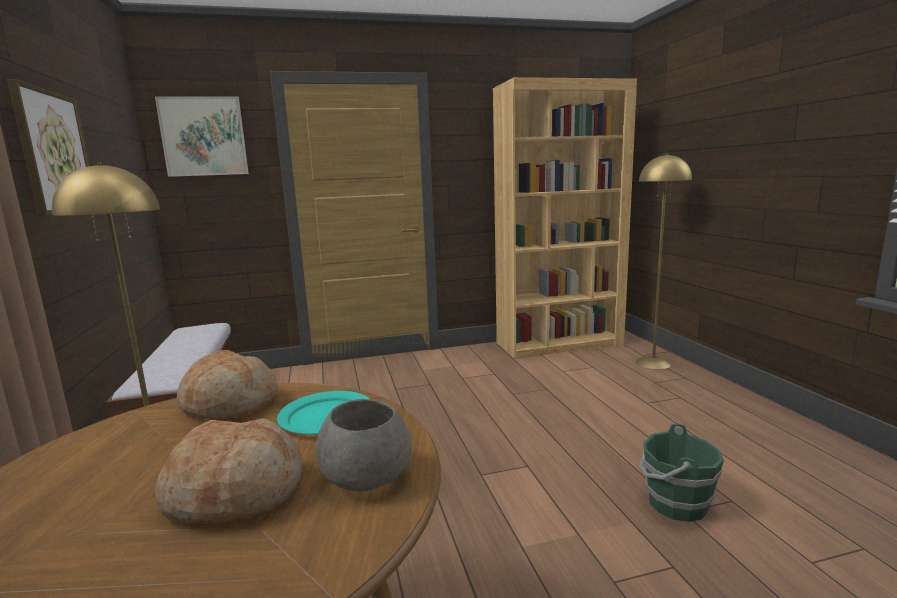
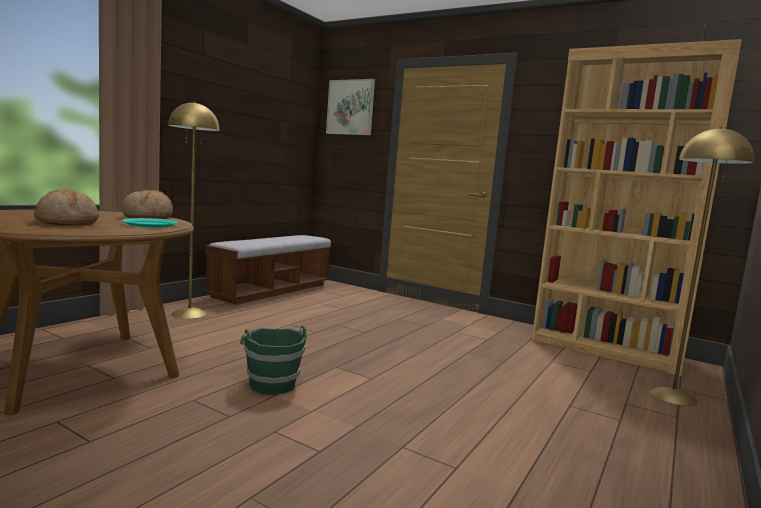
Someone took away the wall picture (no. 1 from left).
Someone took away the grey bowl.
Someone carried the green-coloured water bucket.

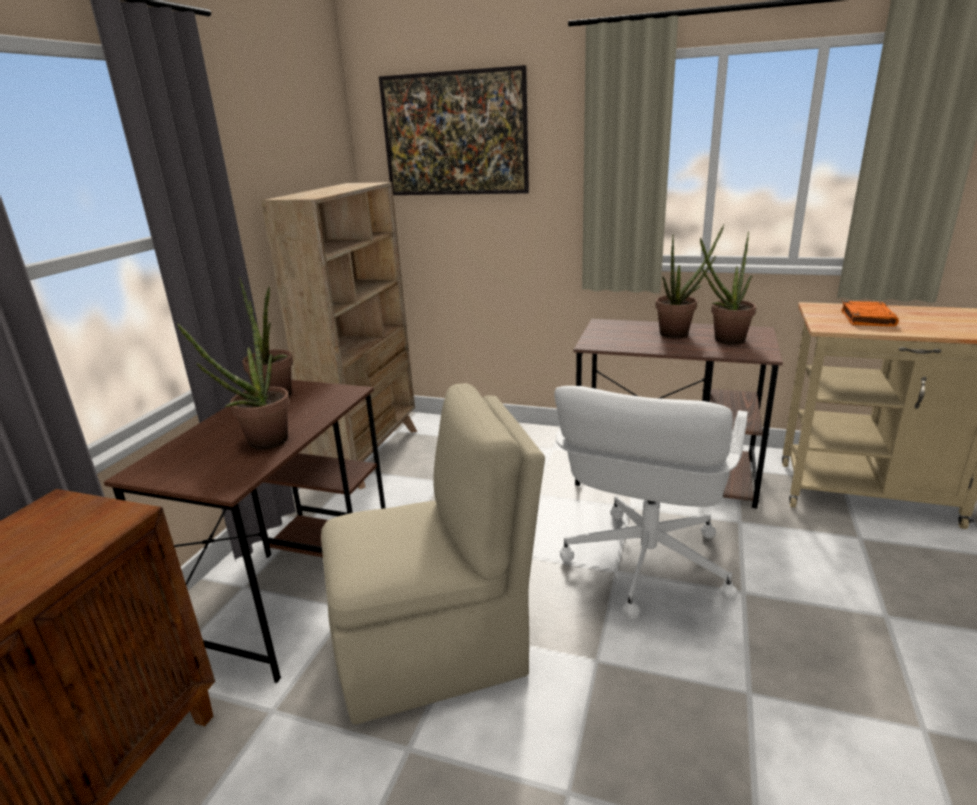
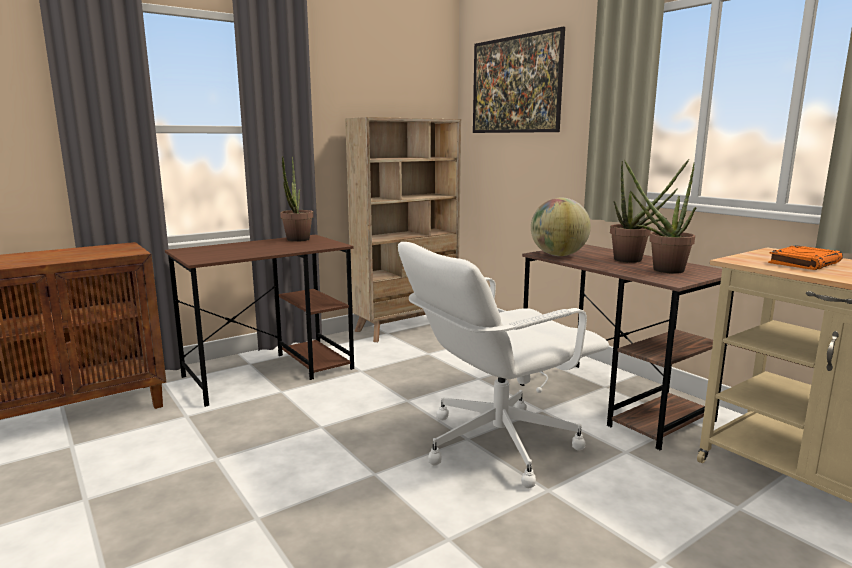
Someone took away the potted plant (no. 1 from left).
Someone took away the beige-coloured chair.
Someone put down the desk globe.

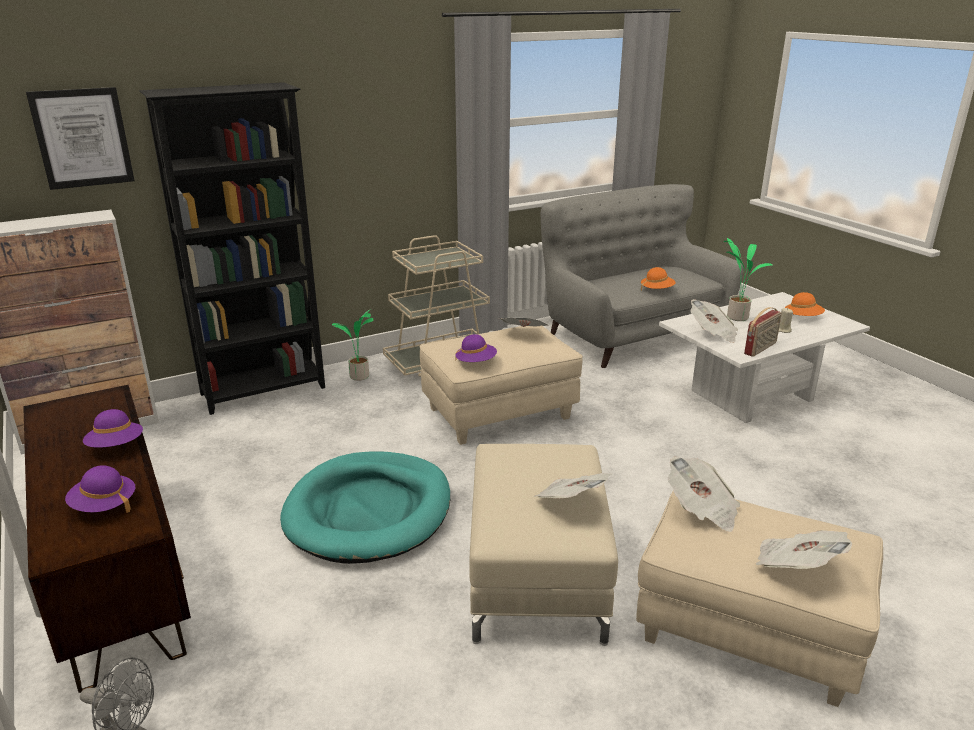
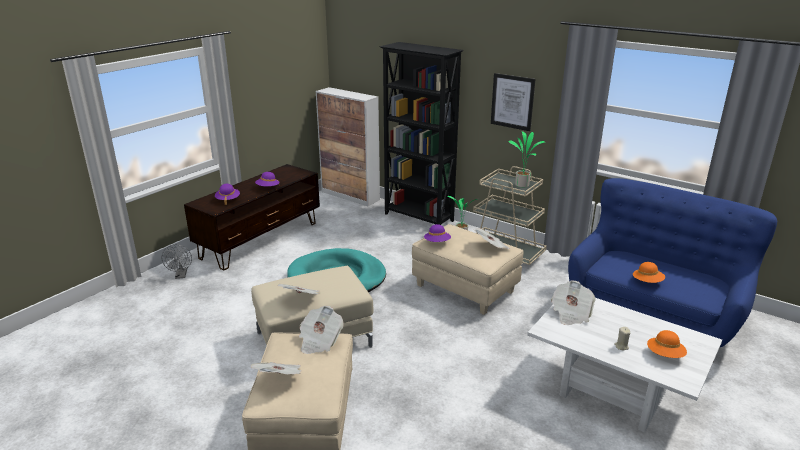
Someone took away the radio receiver.
Someone carried the wall picture.
Someone carried the potted plant (no. 2 from left).
Someone repainted the grey couch, which became the bluish couch.

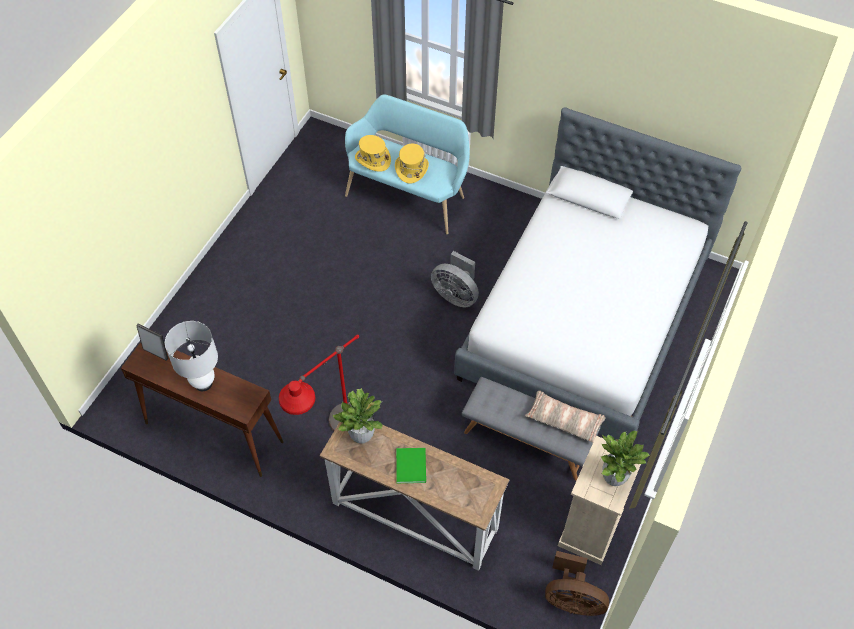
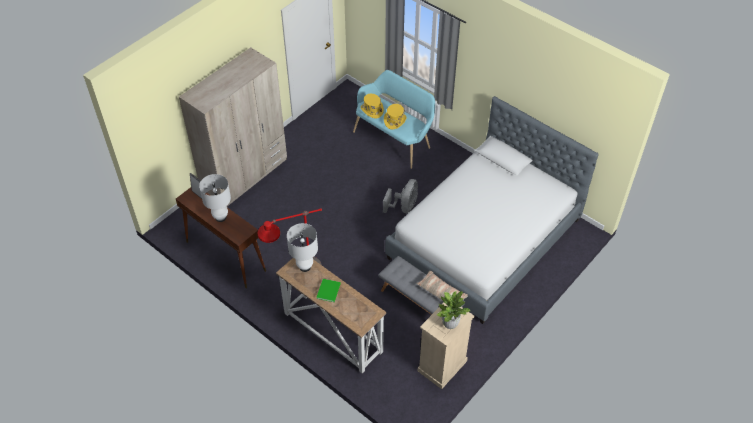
Someone took away the brownish electric fan.
Someone put down the beige-coloured clothes cupboard.
Someone swapped the potted plant (no. 1 from left) for the white-coloured table lamp (no. 2 from left).
Someone rotated the grey electric fan by 120 degrees counterclockwise.

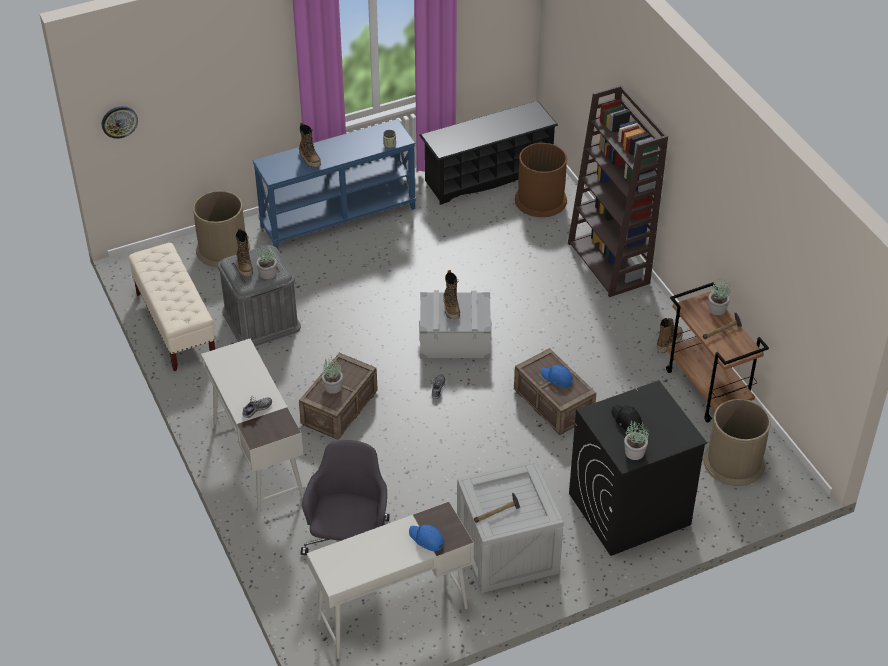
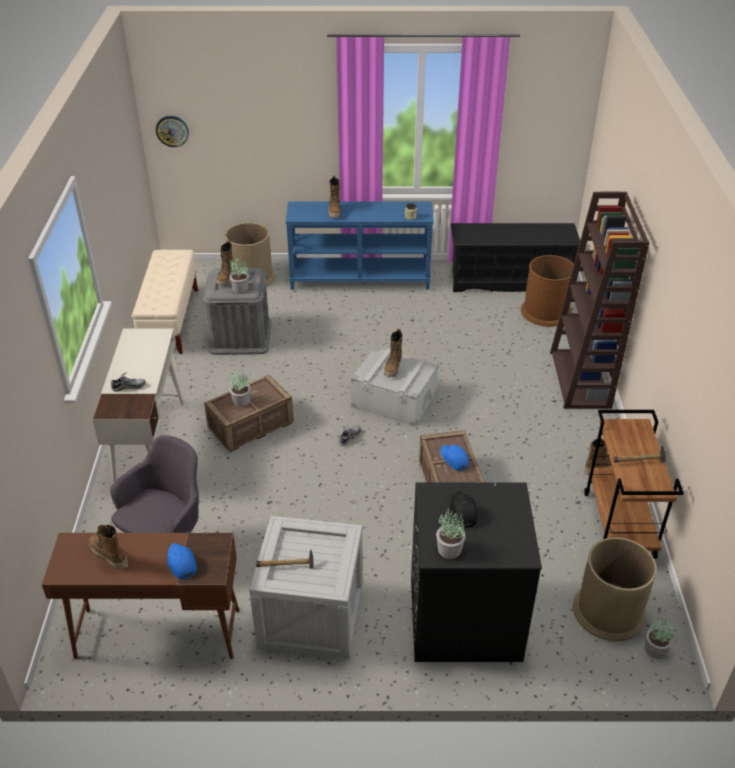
Someone put down the high-top boot (no. 1 from left).
Someone carried the potted plant (no. 4 from left).
Someone repainted the white-coloured desk unit (no. 2 from left), which became the brownish desk unit.

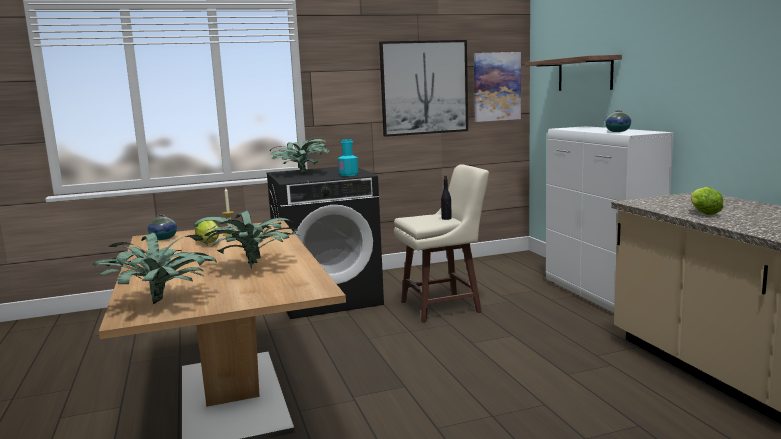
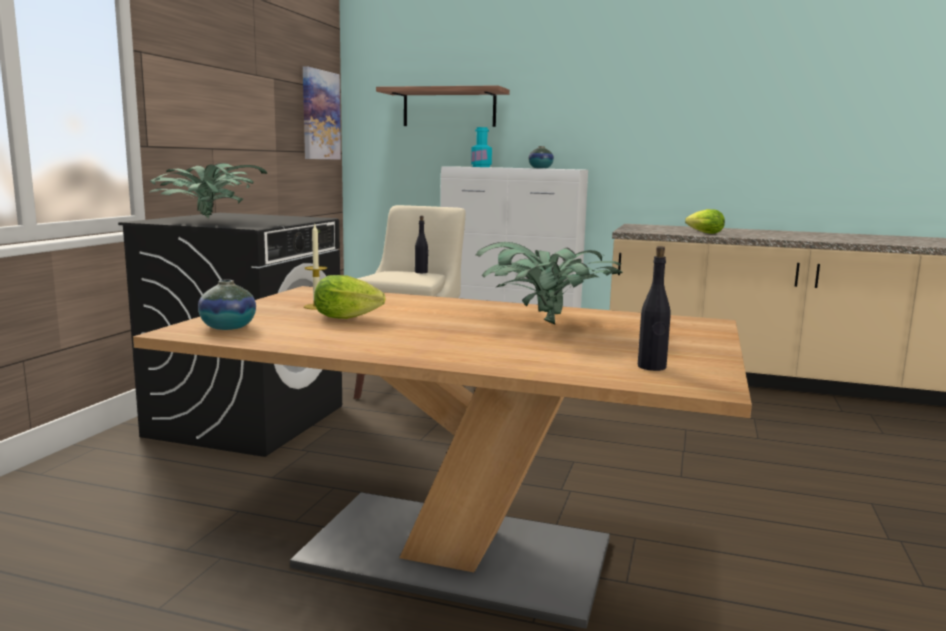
Someone took away the wall picture (no. 1 from left).
Someone carried the turquoise-coloured beverage bottle.
Someone swapped the potted plant (no. 1 from left) for the black beverage bottle (no. 2 from left).

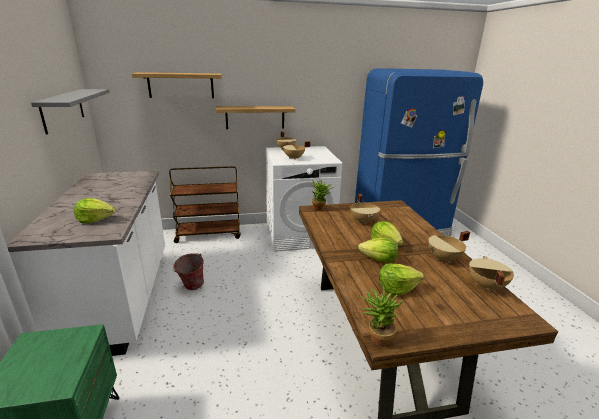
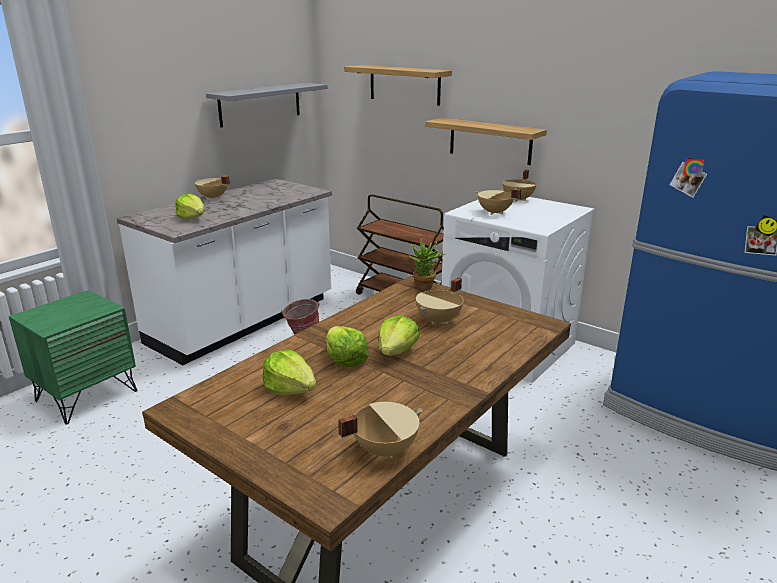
Someone took away the potted plant (no. 2 from left).
Someone carried the beige-coloured stockpot (no. 4 from left in the first image).

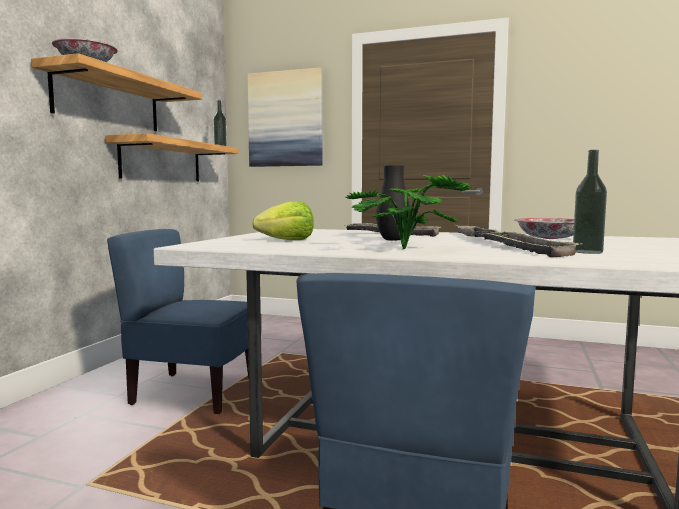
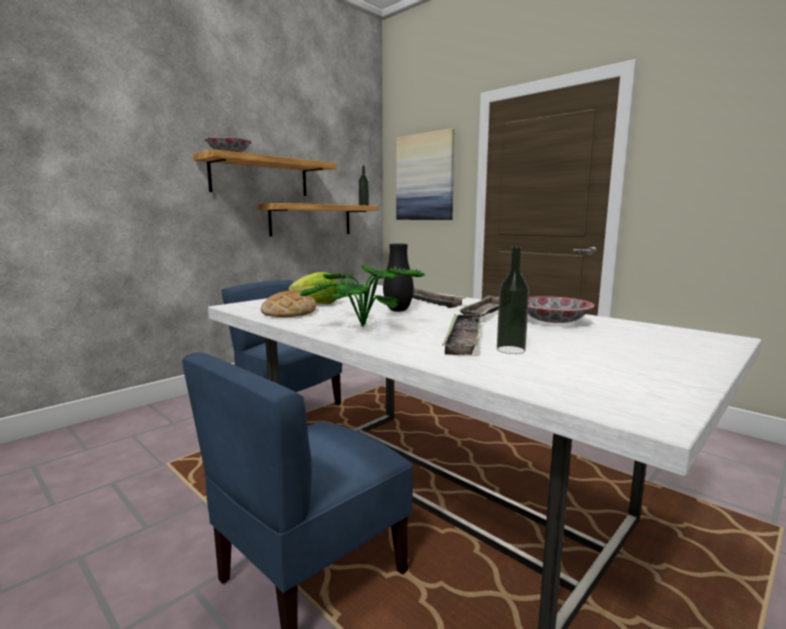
Someone put down the bread.

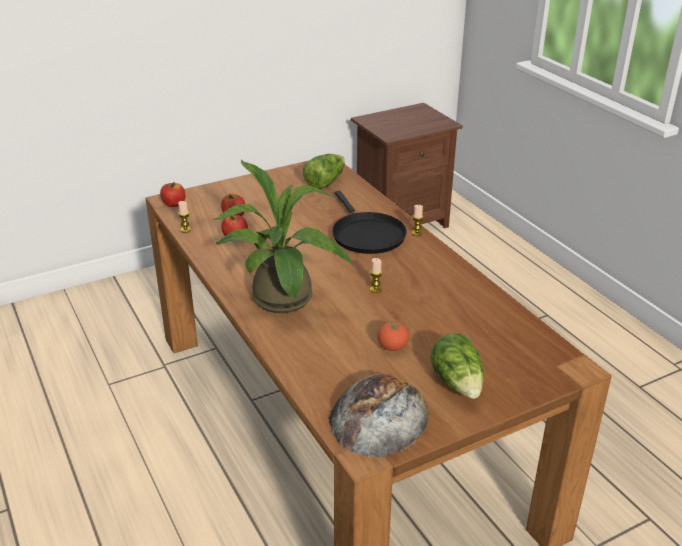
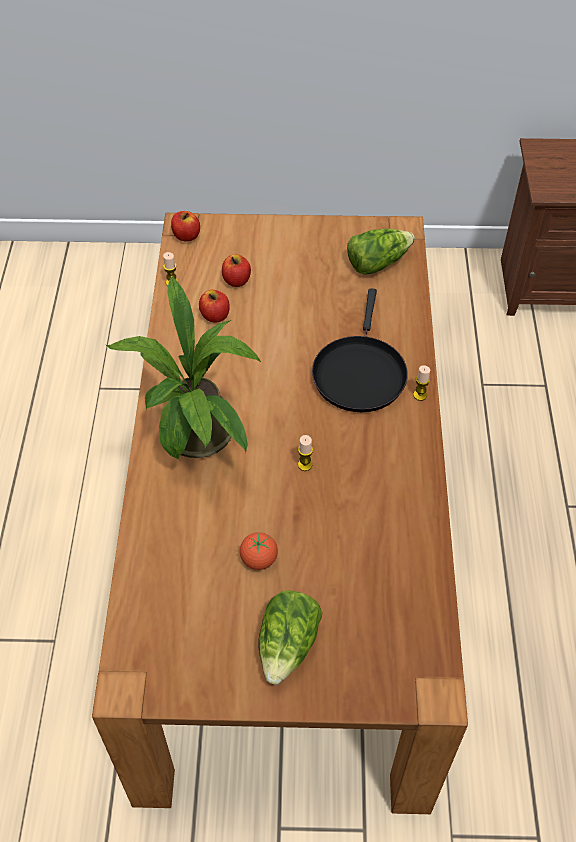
Someone took away the bread.

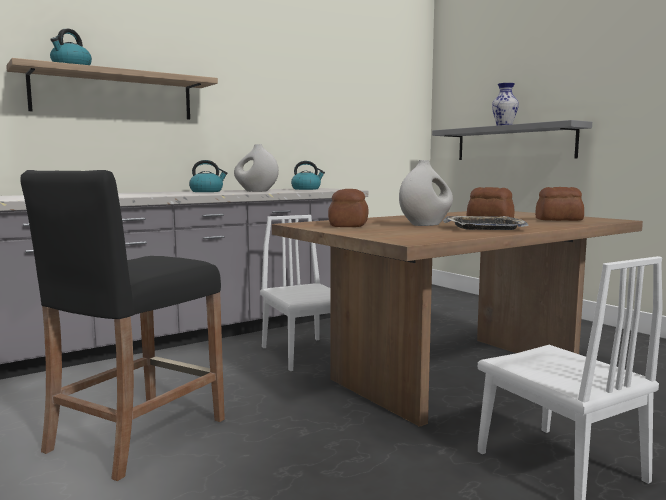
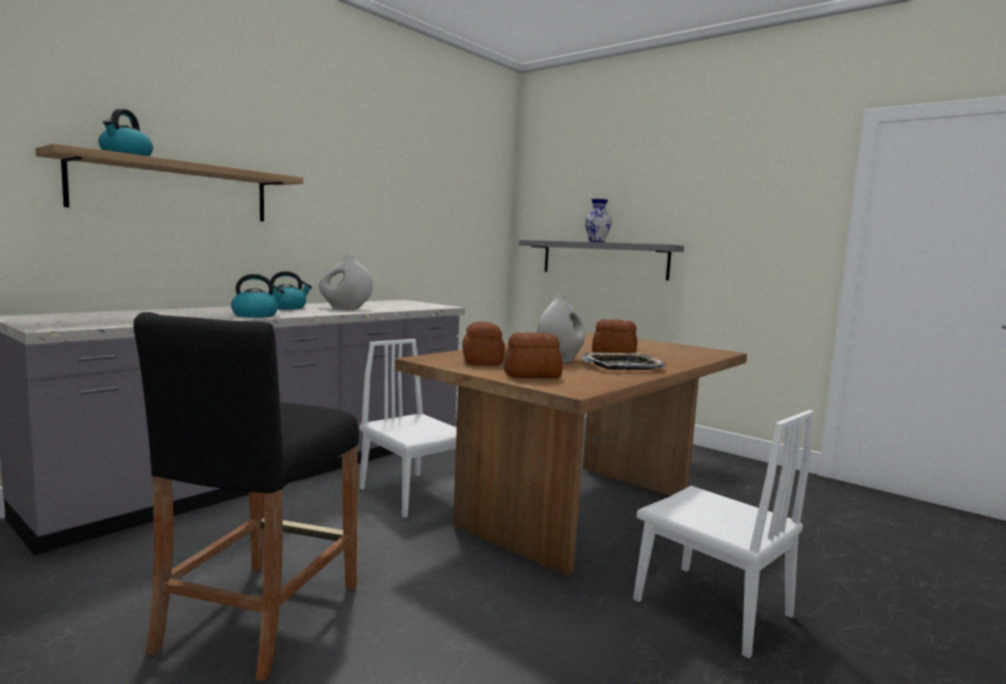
Someone carried the water kettle (no. 3 from left in the first image).
Someone carried the bread (no. 3 from left in the first image).

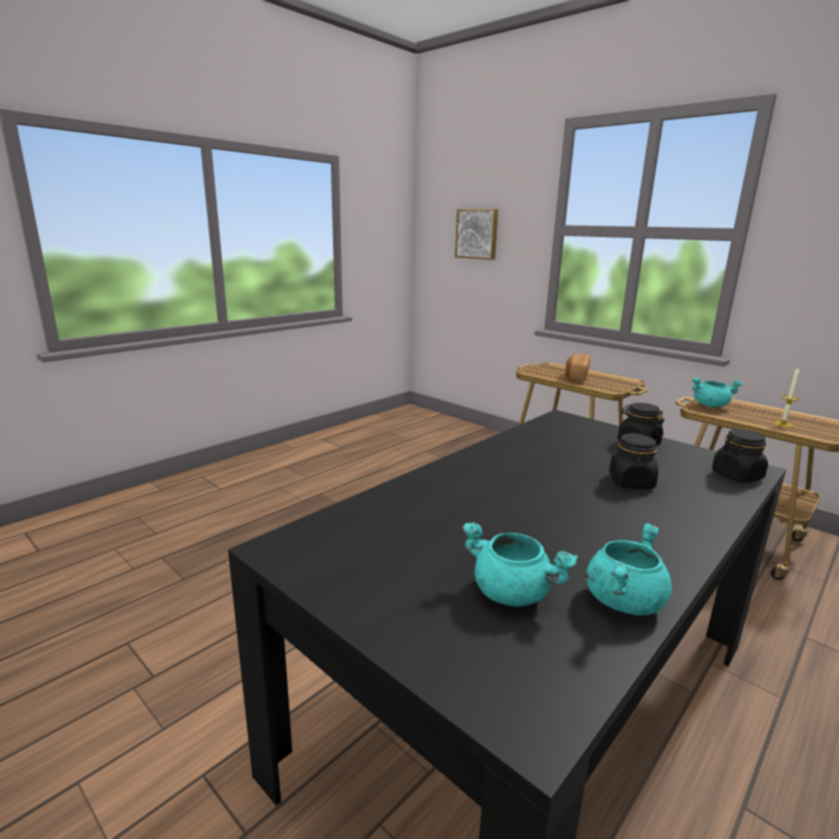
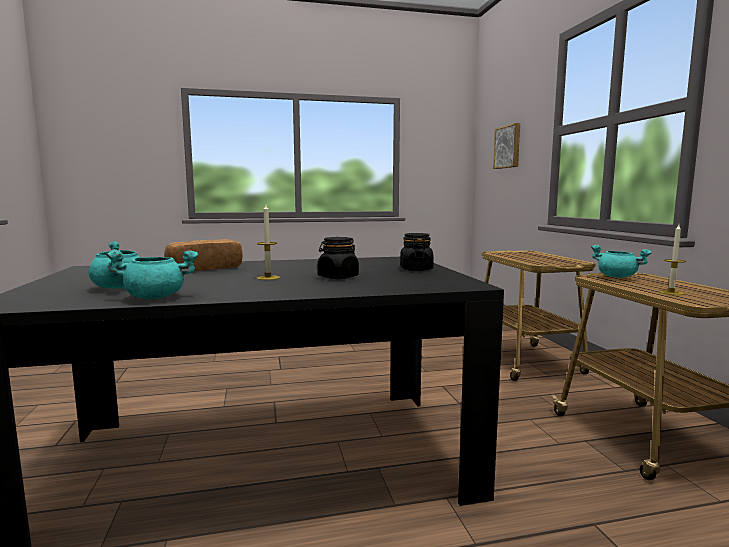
Someone took away the black storage jar (no. 3 from left).
Someone put down the wax light (no. 1 from left).
Someone carried the bread.

